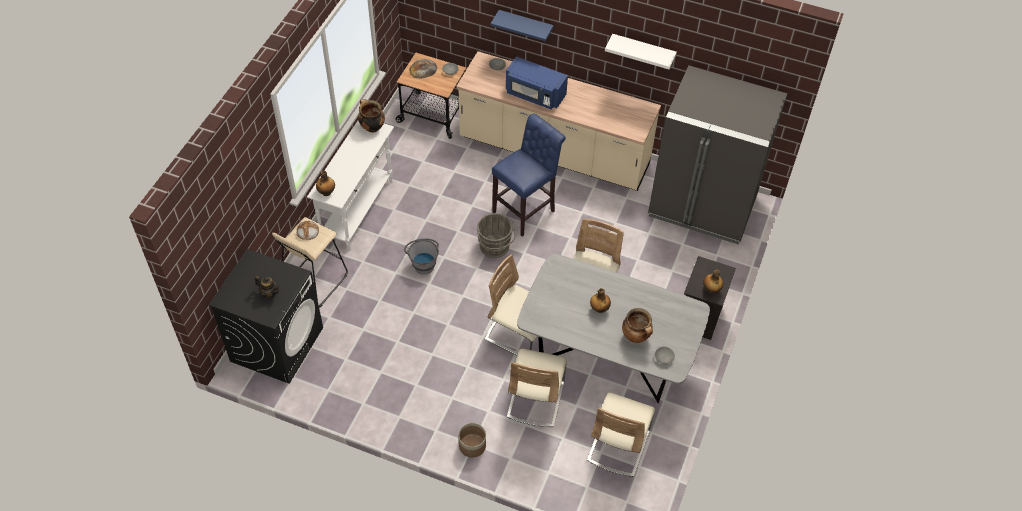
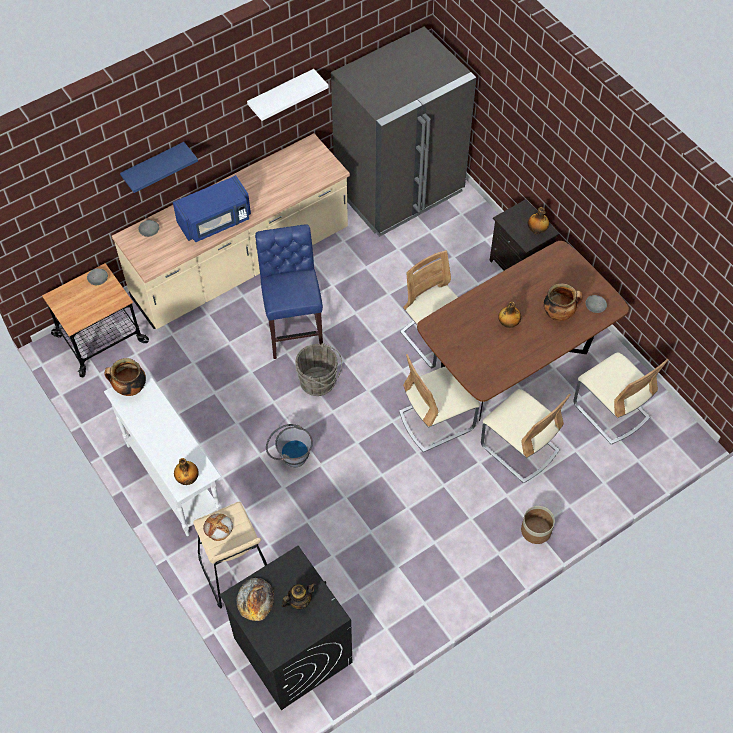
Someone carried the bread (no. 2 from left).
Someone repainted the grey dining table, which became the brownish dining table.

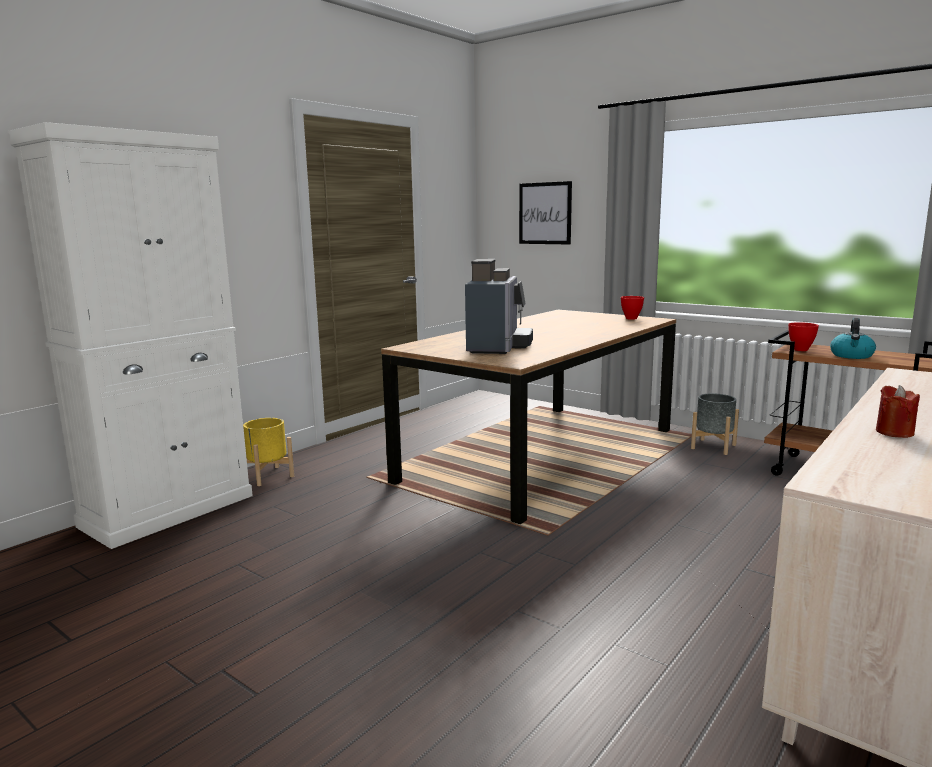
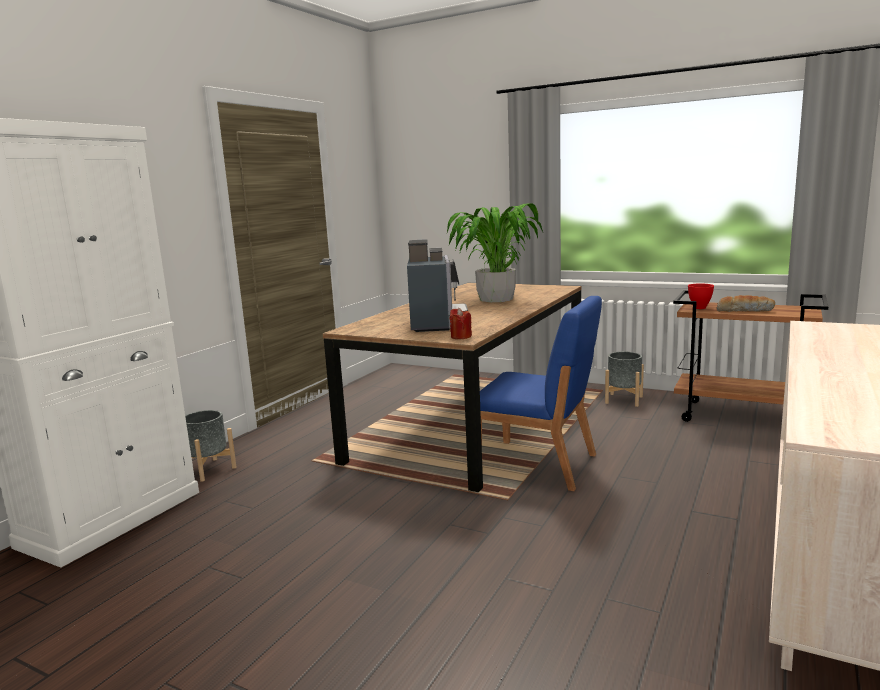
Someone took away the wall picture.
Someone took away the red-coloured bowl (no. 1 from left).
Someone put down the potted plant.
Someone put down the bluish chair.
Someone carried the red-coloured wax light.
Someone swapped the water kettle for the bread.
Someone repainted the yellow-coloured planter, which became the grey planter (no. 1 from left).

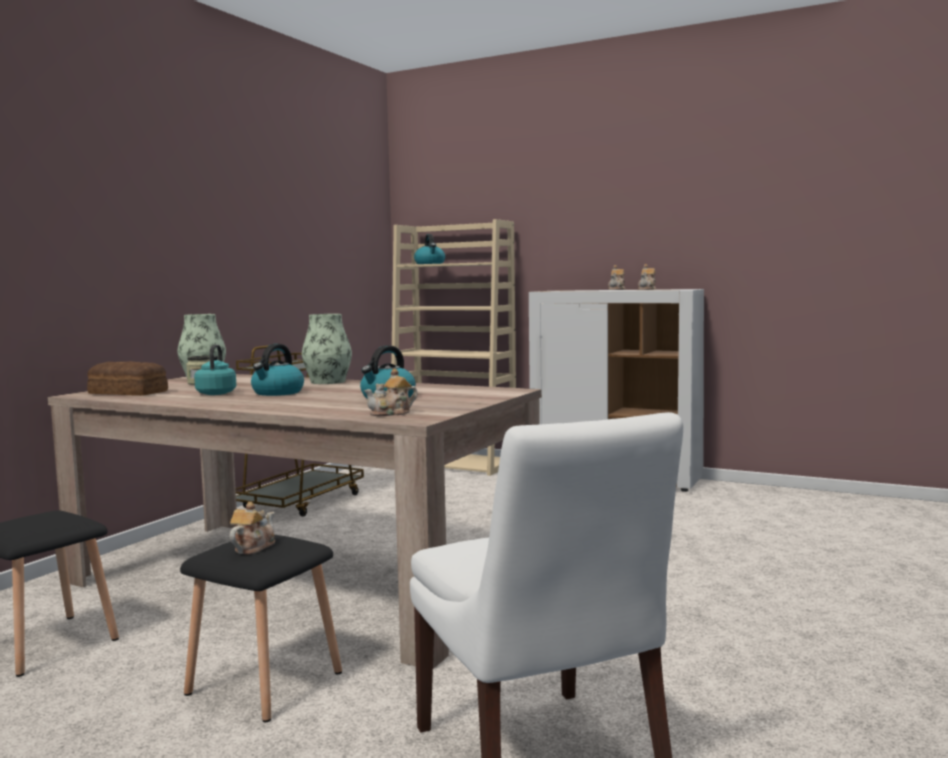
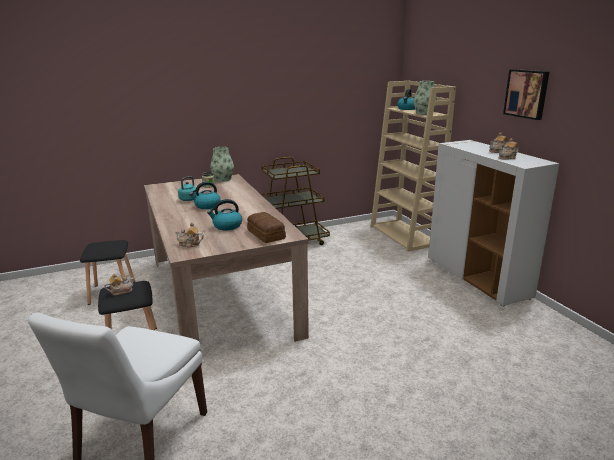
Someone put up the wall picture.
Someone carried the bread.
Someone carried the flower vase (no. 2 from left).

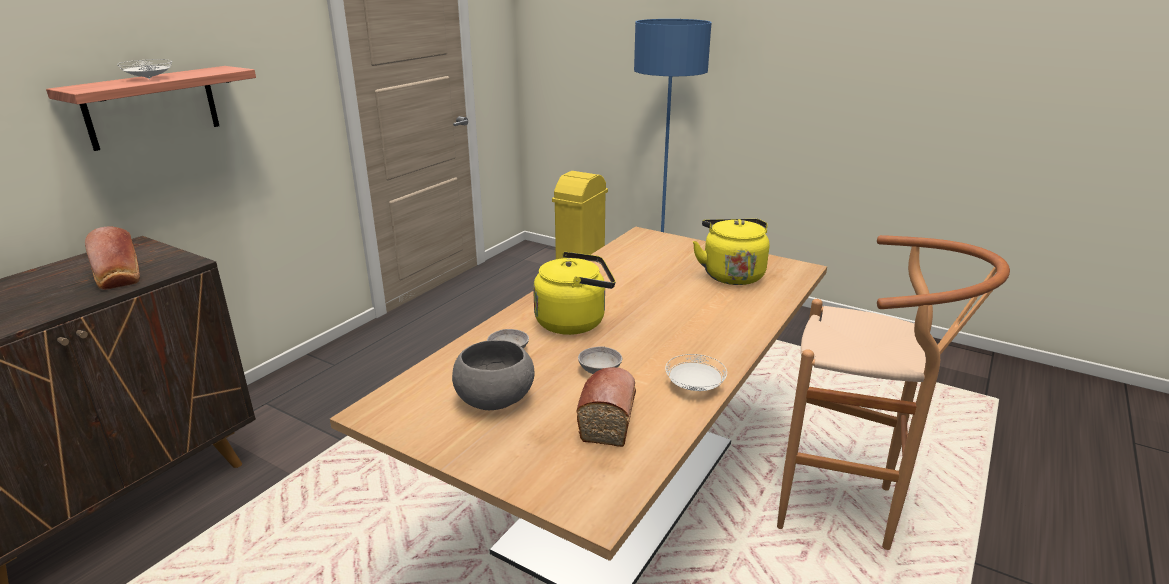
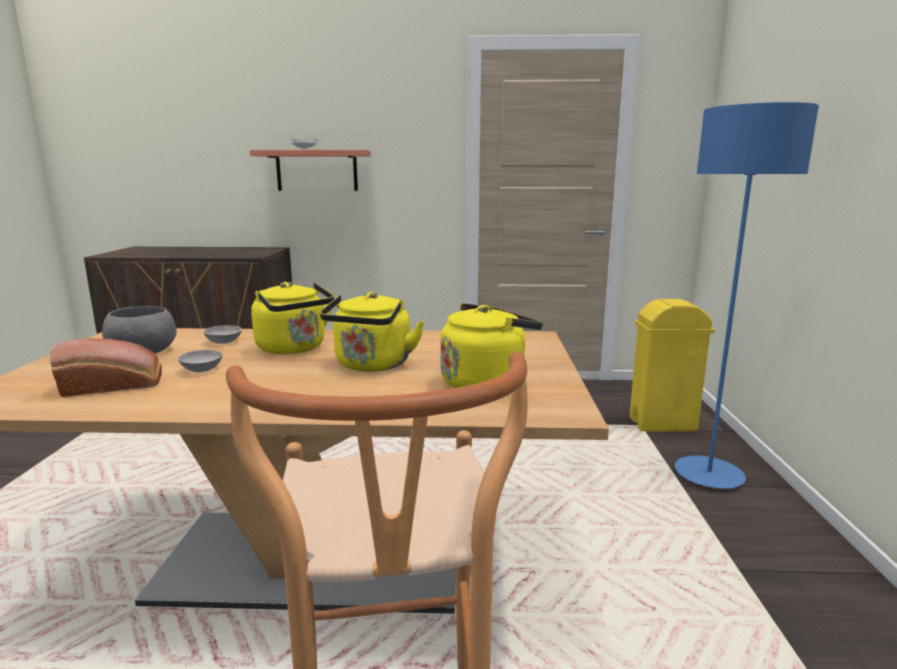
Someone took away the bread (no. 1 from left).
Someone took away the white-coloured plate (no. 2 from left).
Someone put down the yellow-coloured water kettle (no. 2 from left).

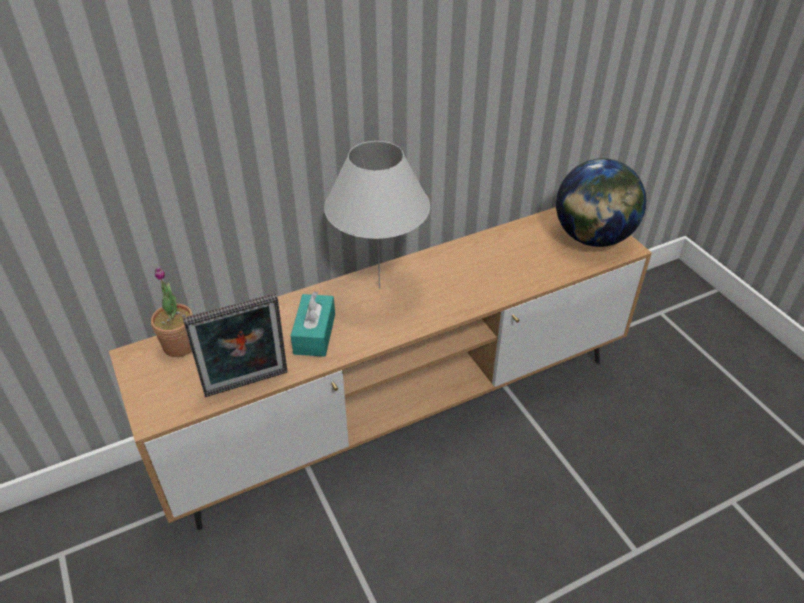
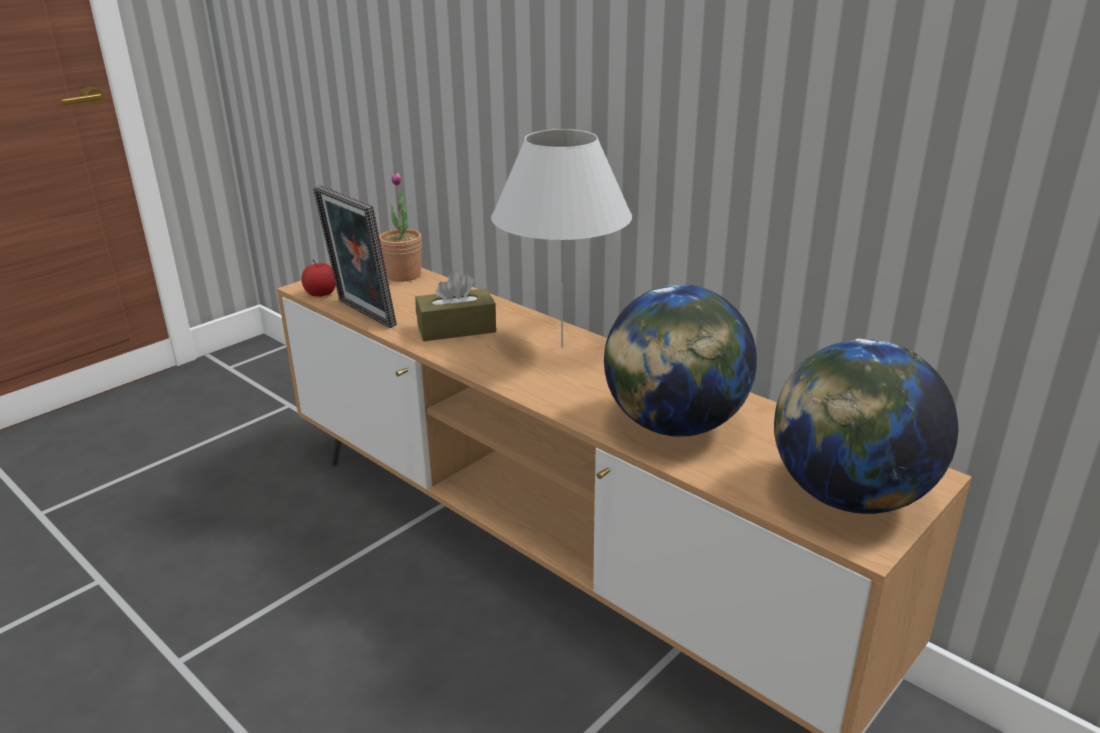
Someone put down the apple.
Someone put down the desk globe (no. 1 from left).
Someone repainted the turquoise-coloured tissue holder, which became the brownish tissue holder.

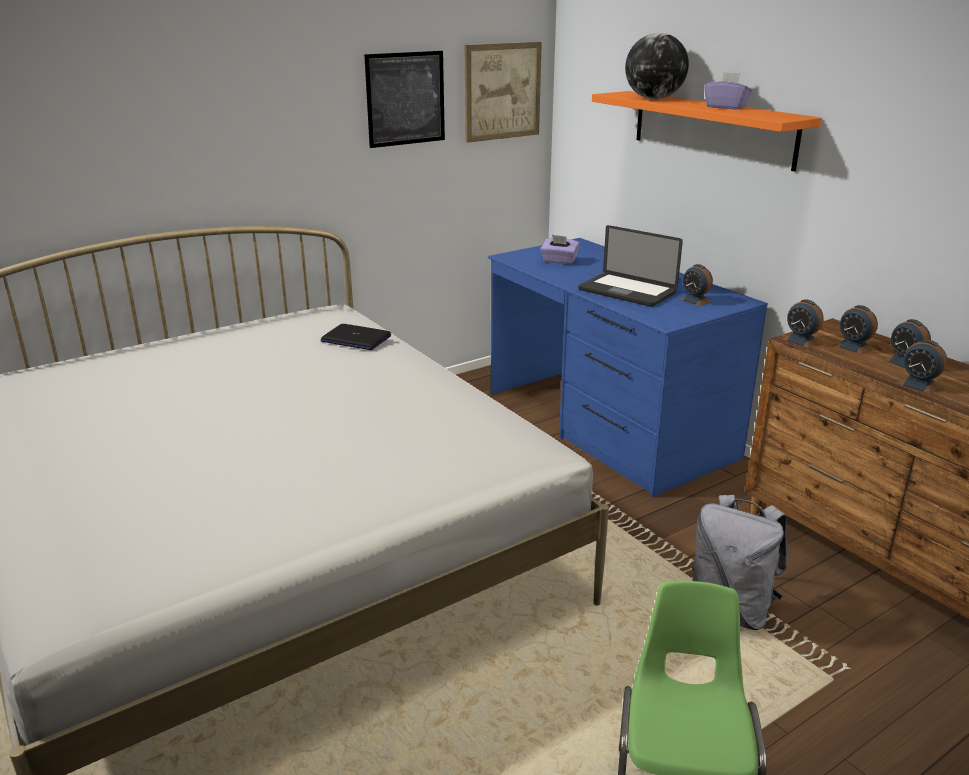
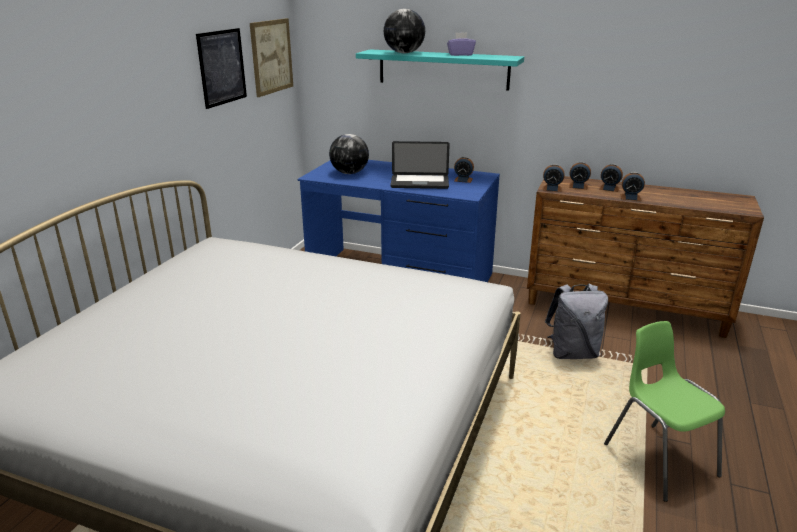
Someone took away the portable computer (no. 1 from left).
Someone swapped the purple-coloured tissue holder (no. 1 from left) for the desk globe (no. 1 from left).
Someone repainted the orange-coloured wall shelf, which became the turquoise-coloured wall shelf.

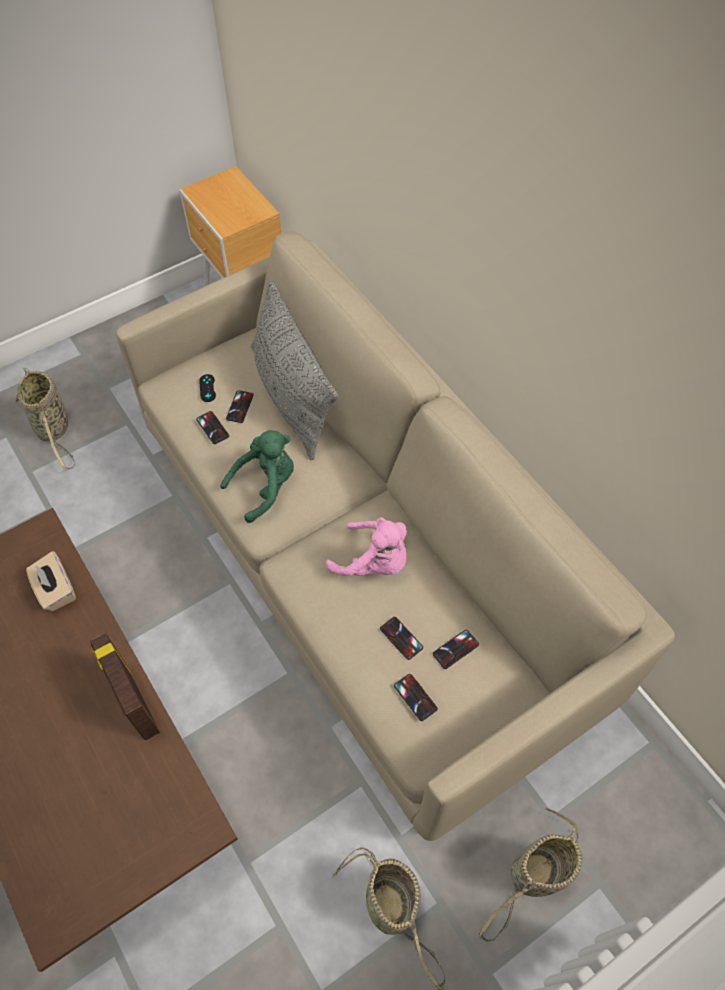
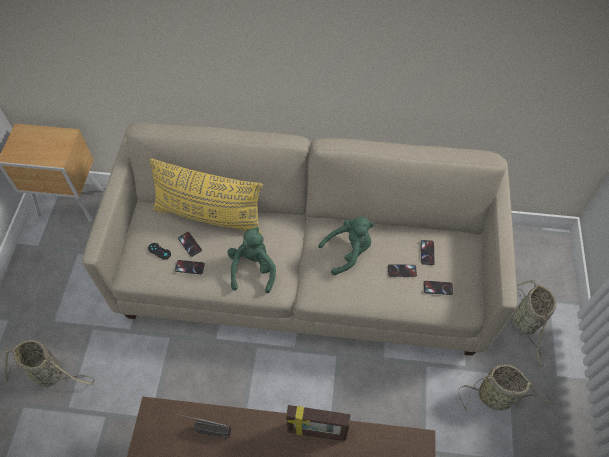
Someone swapped the beige-coloured tissue holder for the radio receiver.
Someone repainted the grey pillow, which became the yellow-coloured pillow.
Someone repainted the pink cuddly toy, which became the green-coloured cuddly toy (no. 2 from left).

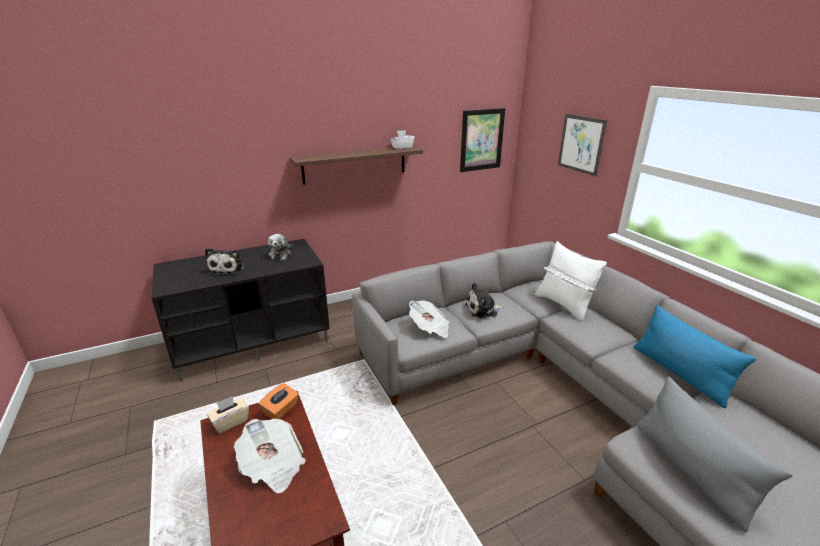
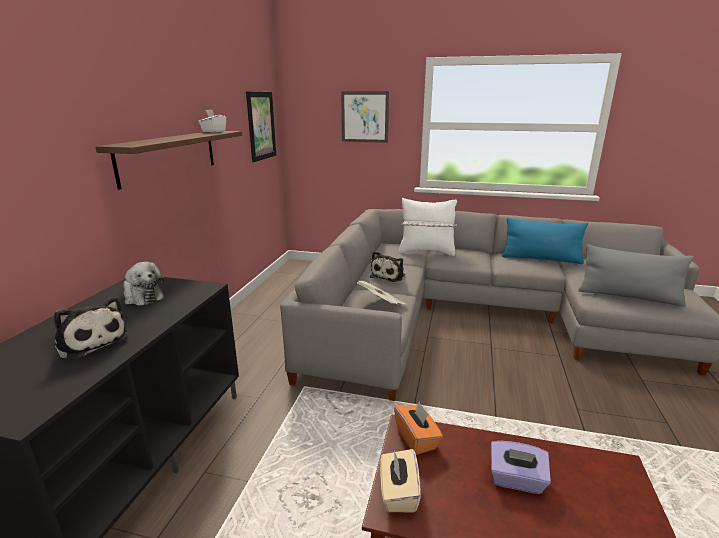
Someone swapped the newspaper (no. 1 from left) for the purple-coloured tissue holder.

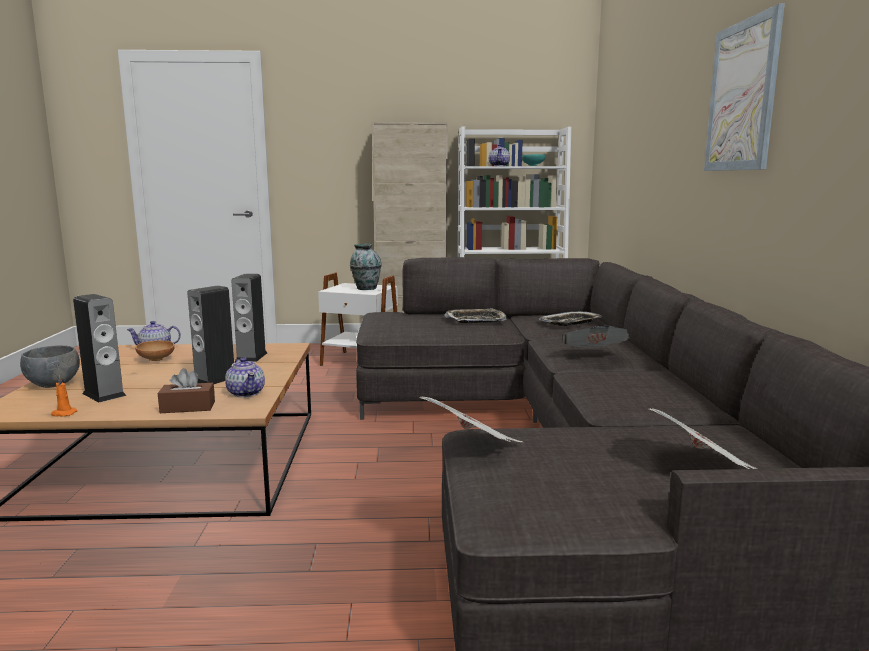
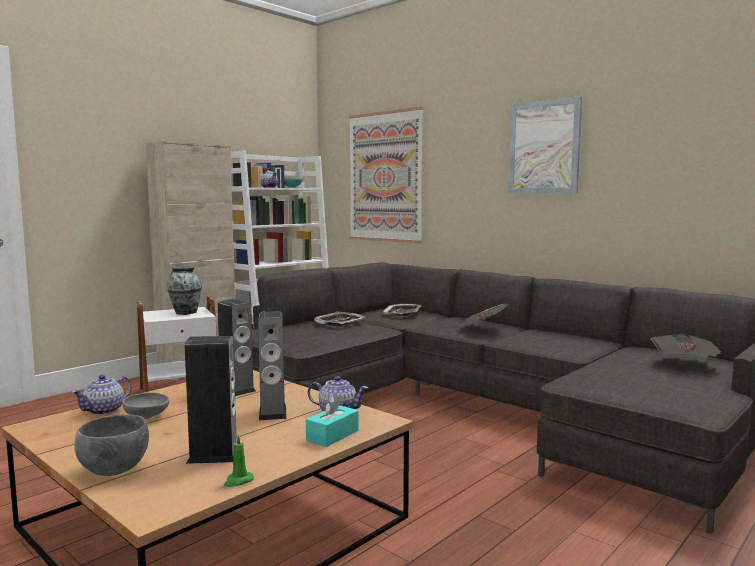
Someone took away the newspaper (no. 1 from left).
Someone put up the wall picture (no. 1 from left).
Someone repainted the orange-coloured wax light, which became the green-coloured wax light.
Someone repainted the brownish bowl, which became the grey bowl (no. 2 from left).
Someone repainted the brownish tissue holder, which became the turquoise-coloured tissue holder.

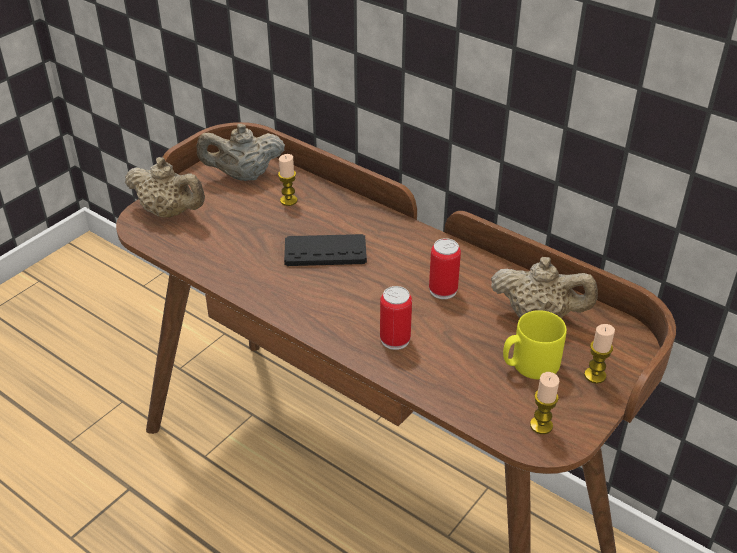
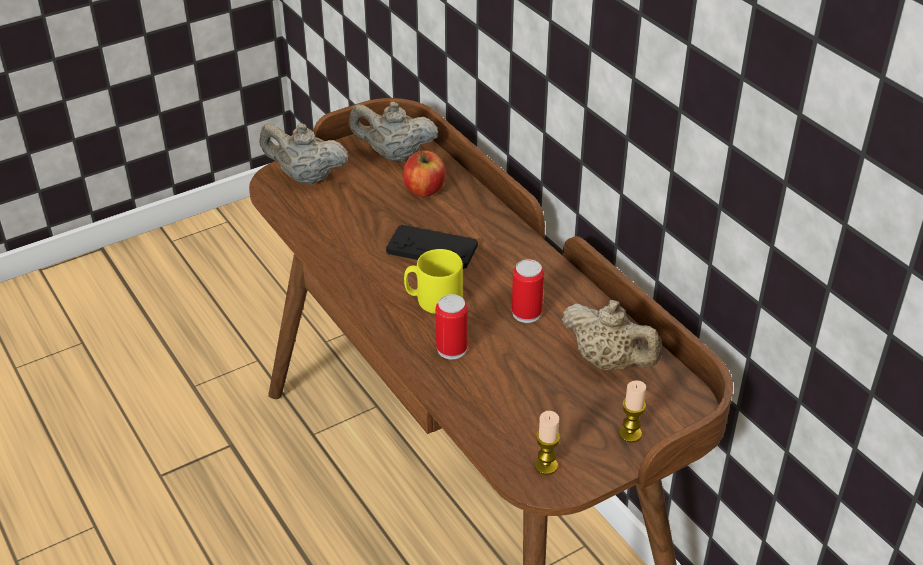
Someone carried the yellow-coloured coffee mug.
Someone swapped the wax light (no. 1 from left) for the apple.
Someone rotated the beige-coloured teapot (no. 1 from left) by 150 degrees clockwise.

